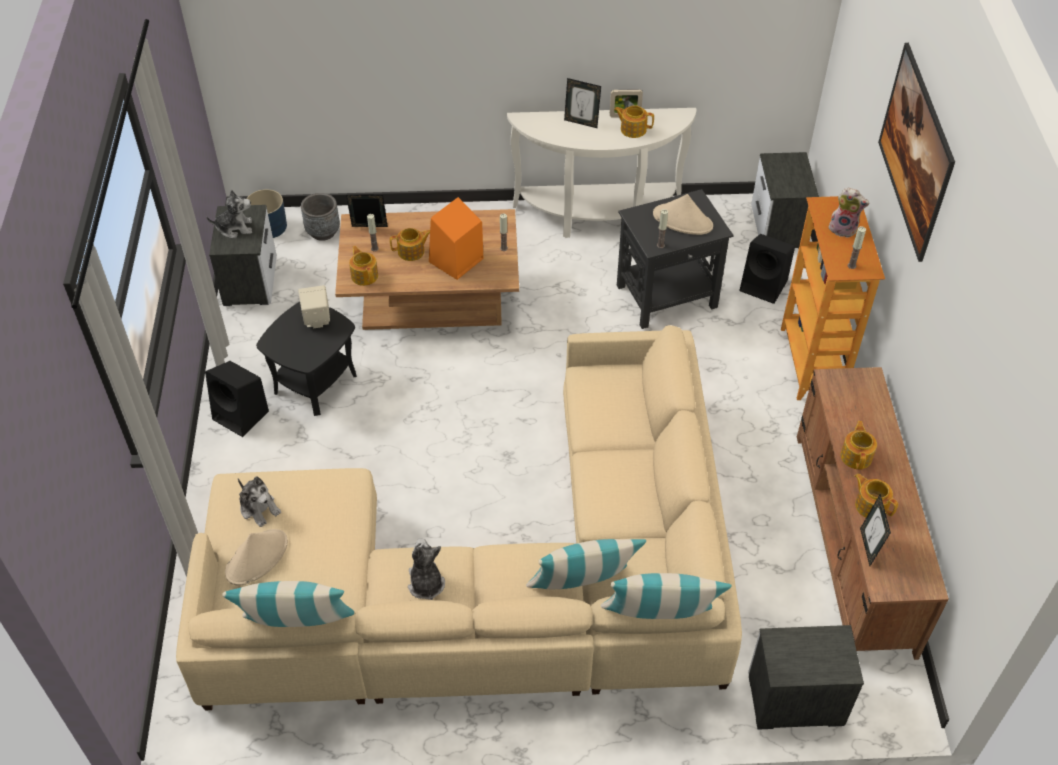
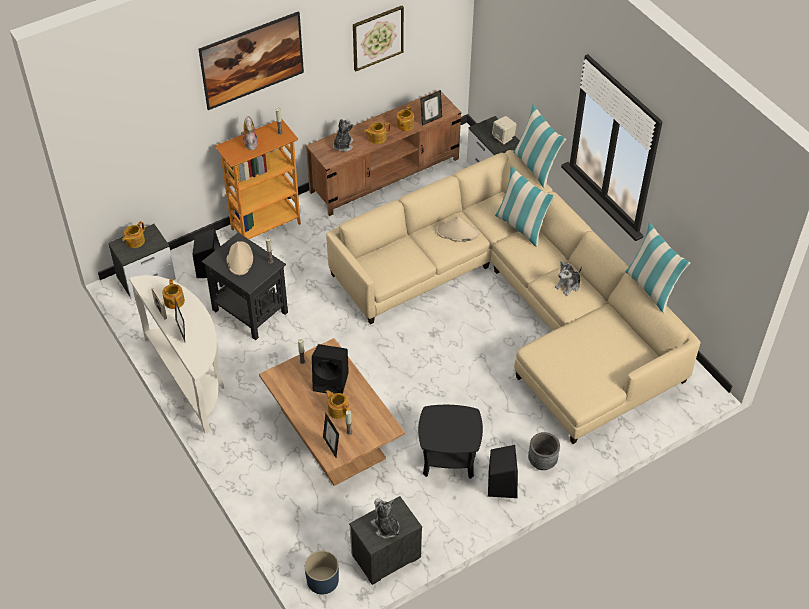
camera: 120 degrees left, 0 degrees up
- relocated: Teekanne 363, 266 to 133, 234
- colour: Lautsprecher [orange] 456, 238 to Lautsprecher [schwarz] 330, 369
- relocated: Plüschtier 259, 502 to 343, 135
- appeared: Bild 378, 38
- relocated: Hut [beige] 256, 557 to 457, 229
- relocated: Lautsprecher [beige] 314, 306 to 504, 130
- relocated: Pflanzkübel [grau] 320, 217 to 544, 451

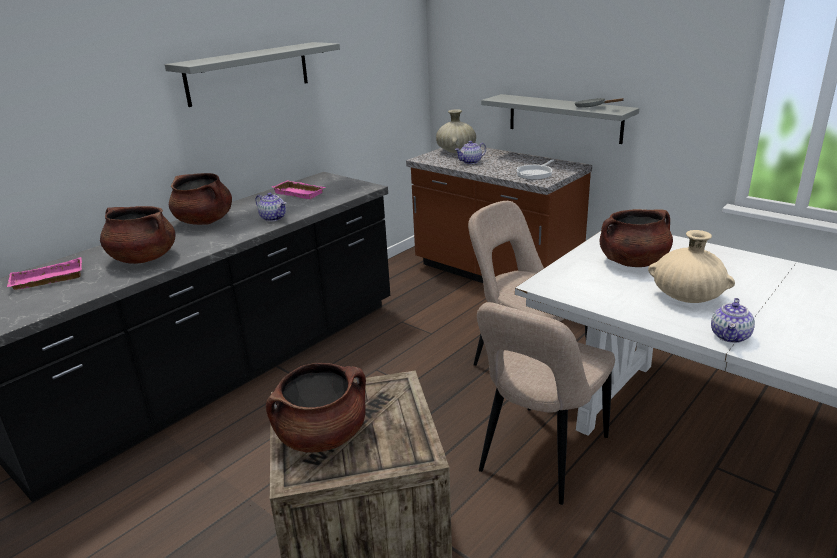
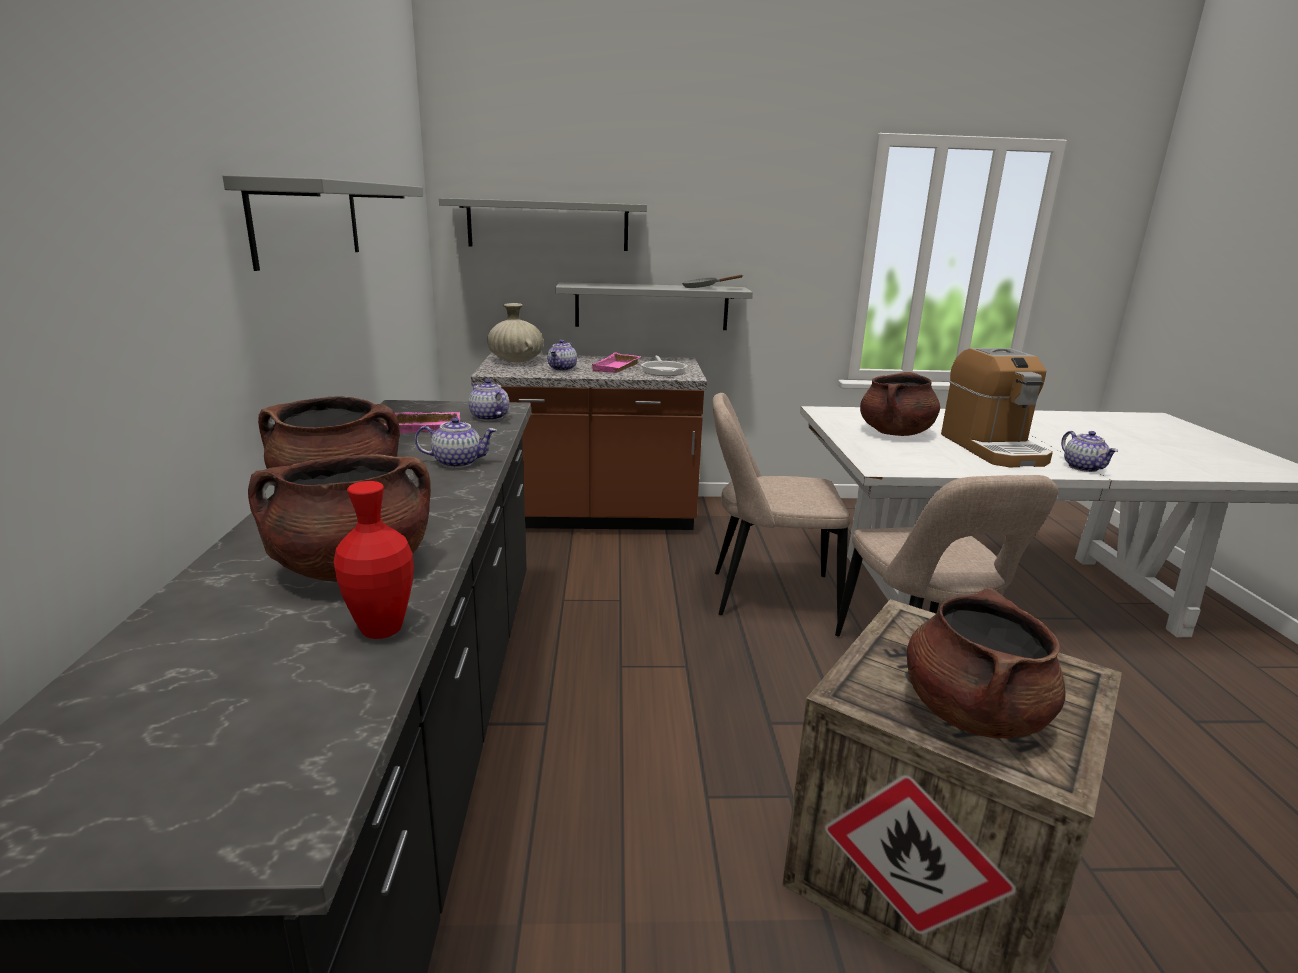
camera: 45 degrees left, 5 degrees down
- appeared: Vase [rot] 374, 560
- appeared: Wandregal [grau] 543, 224
- appeared: Teekanne 489, 400
- relocated: Tablett [rosa] 44, 273 to 616, 362
- exchanged: Vase [beige] 691, 266 to Kaffeemaschine 997, 407

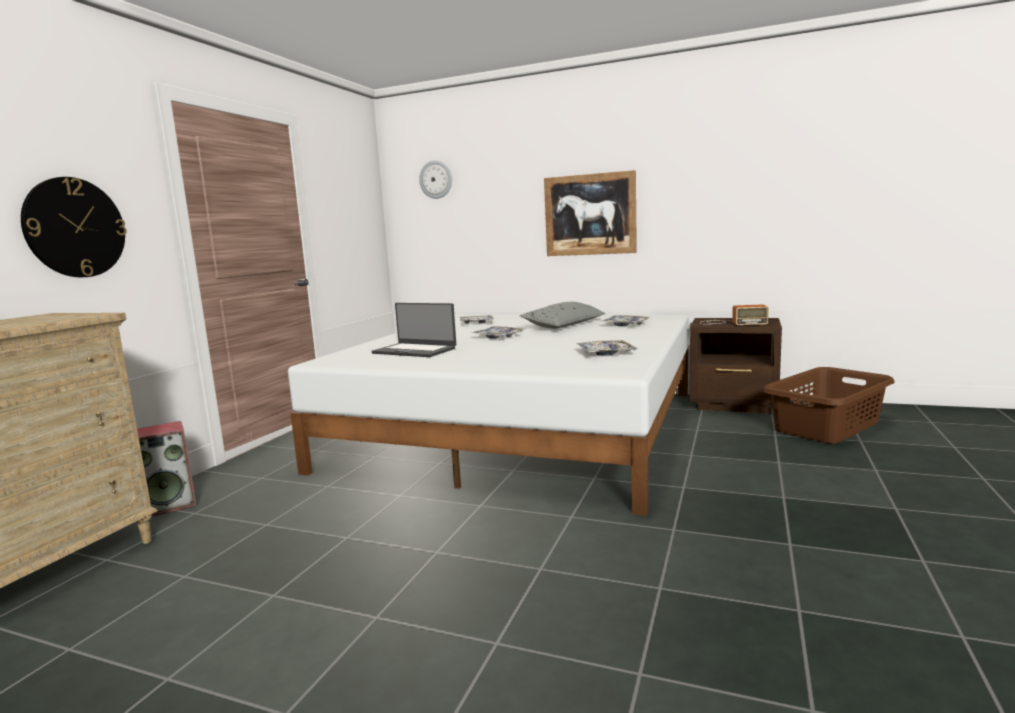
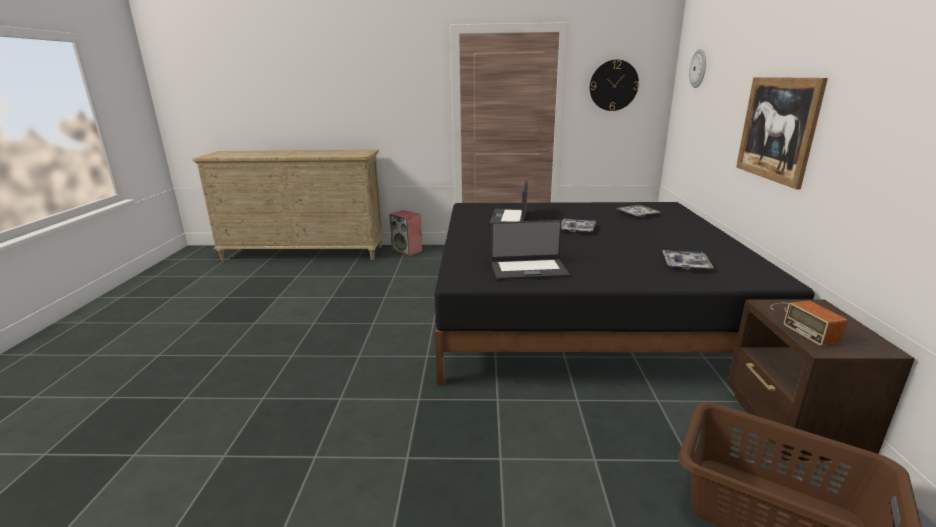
camera: 70 degrees right, 10 degrees up
- colour: Bett [weiß] 488, 415 to Bett [schwarz] 625, 294
- exchanged: Tablett 607, 348 to Laptop 530, 250
- relocated: Wanduhr 74, 227 to 614, 85
- missing: Kissen [grau] 562, 315

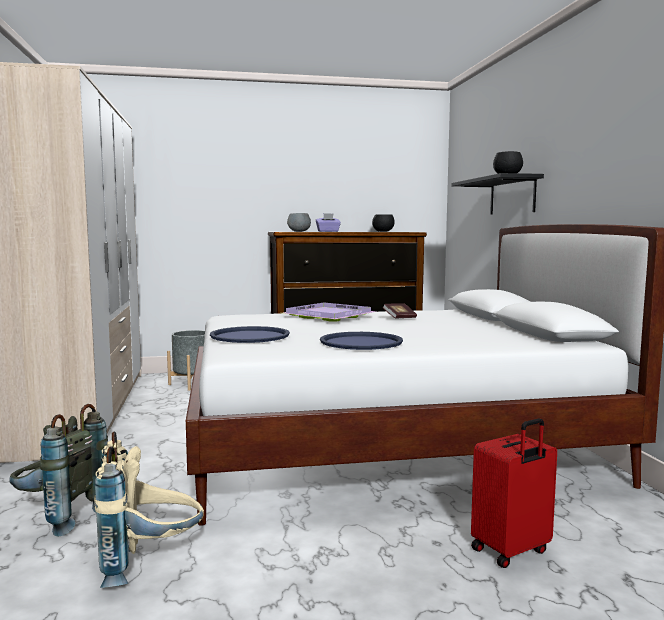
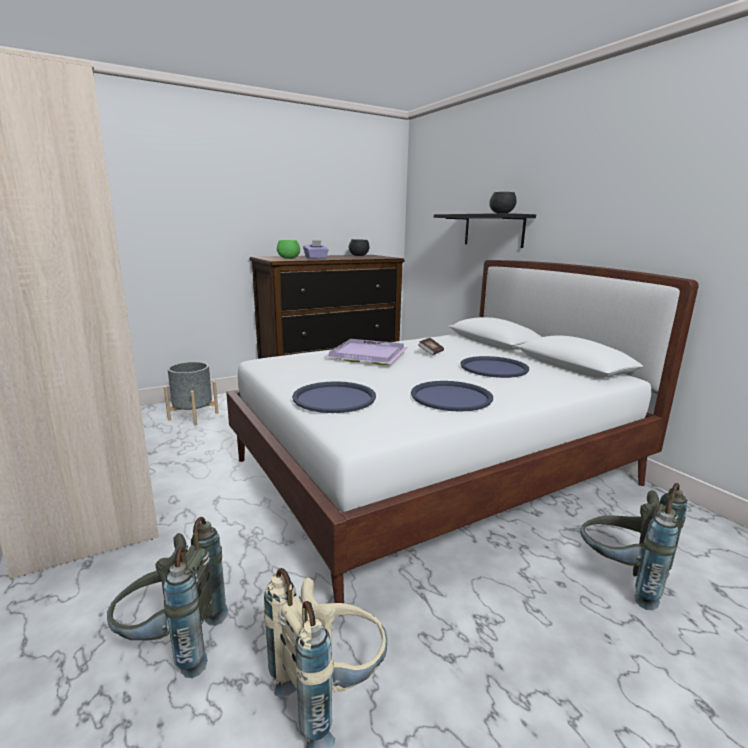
camera: 20 degrees left, 10 degrees up
- colour: Schüssel [grau] 299, 222 to Schüssel [grün] 288, 249
- appeared: Tablett [blau] 494, 367
- exchanged: Koffer [rot] 514, 493 to Rucksack [grau] 633, 546

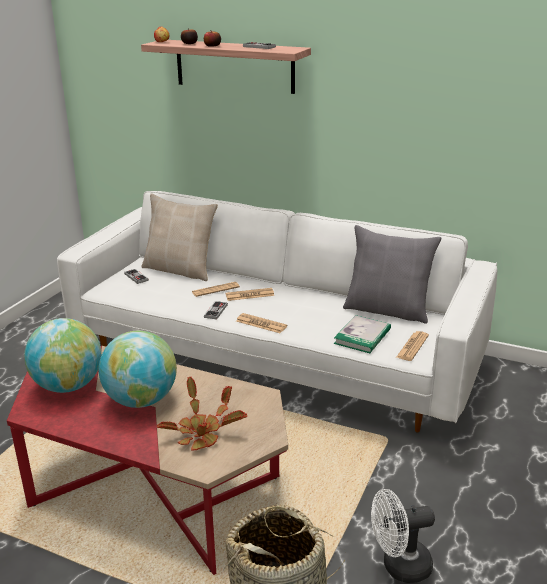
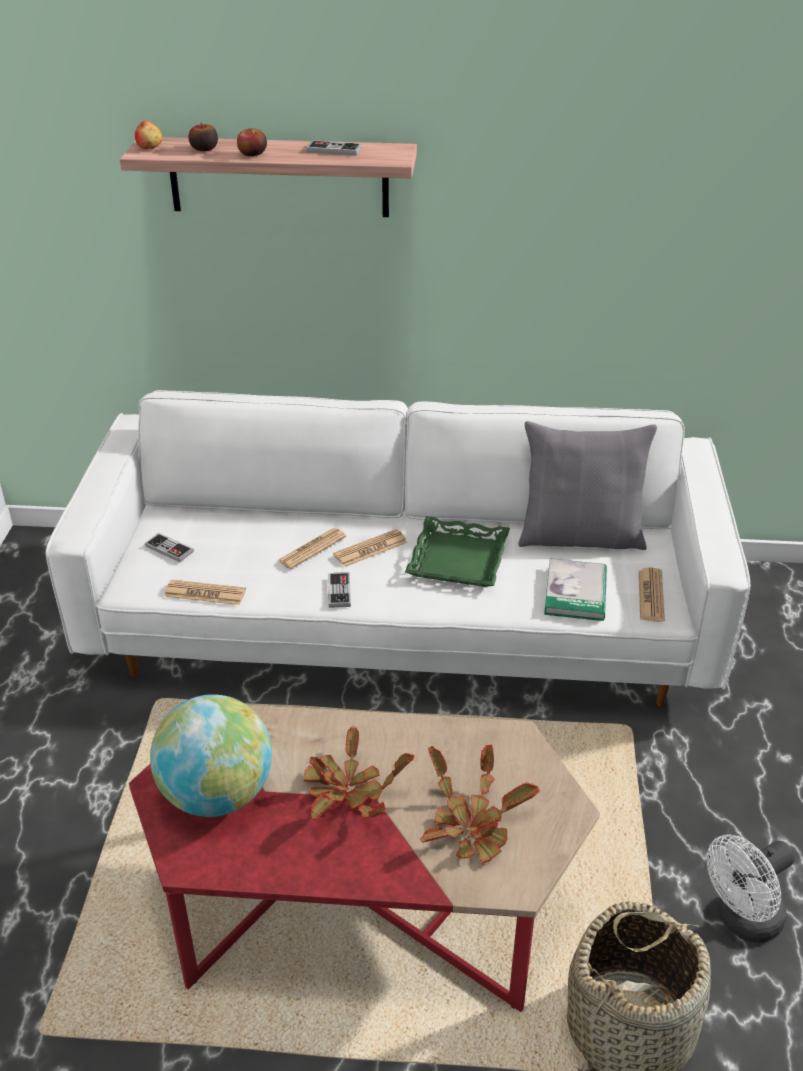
camera: 20 degrees left, 10 degrees up
- relocated: Zeitung 261, 323 to 205, 592
- exchanged: Globus 138, 369 to Topfpflanze 359, 773
- appeared: Tablett [grün] 457, 551
- missing: Kissen [beige] 180, 237

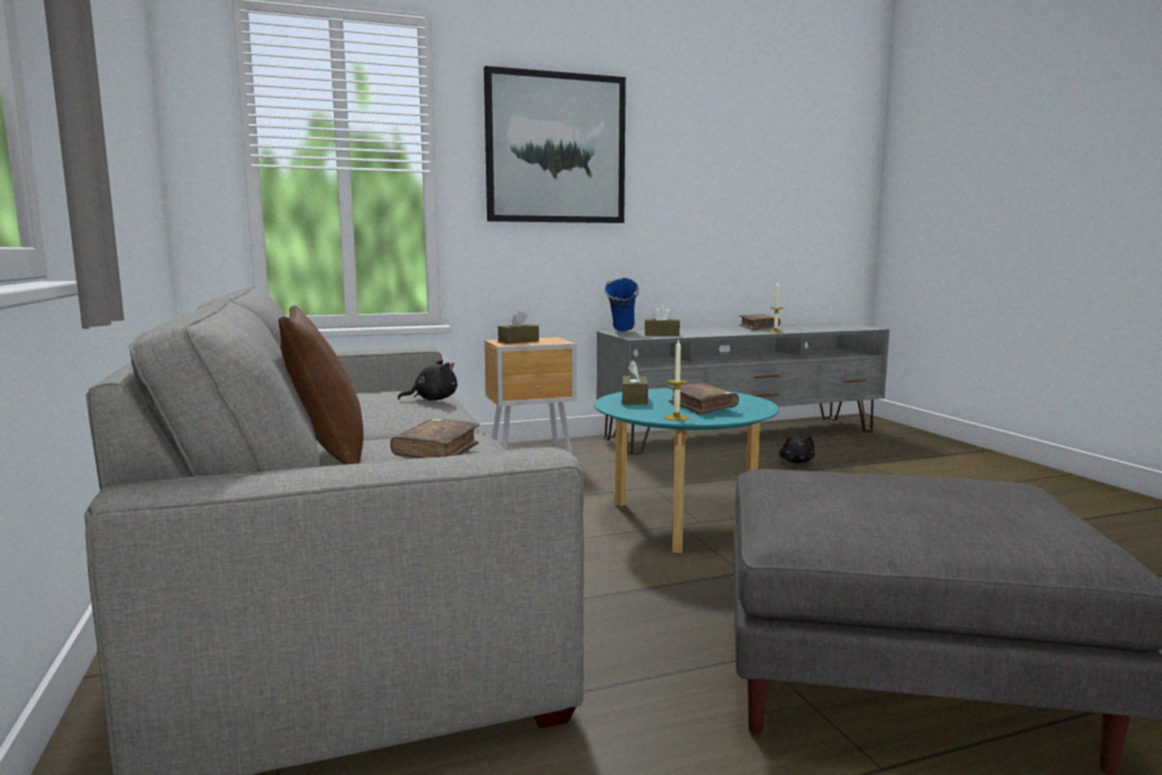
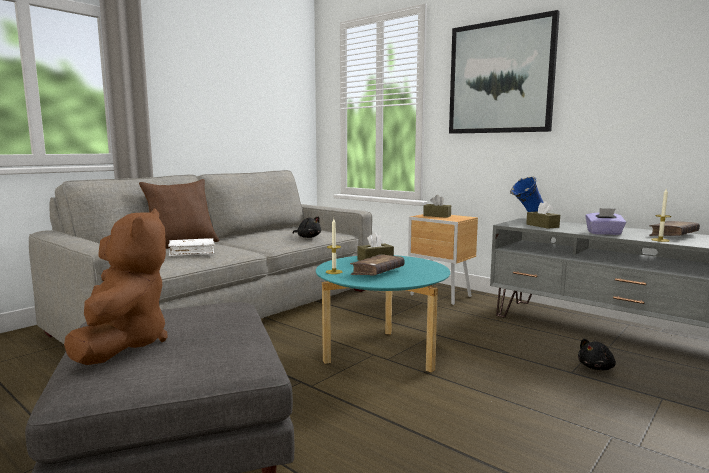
camera: 60 degrees right, 0 degrees up
- appeared: Plüschtier [braun] 115, 286
- colour: Buch [braun] 434, 438 to Buch [weiß] 191, 247
- appeared: Taschentuchbox [lila] 605, 221

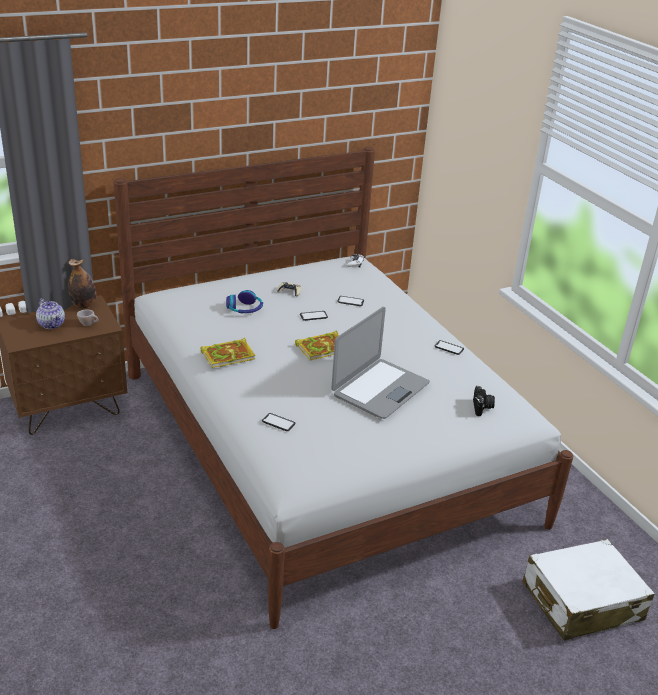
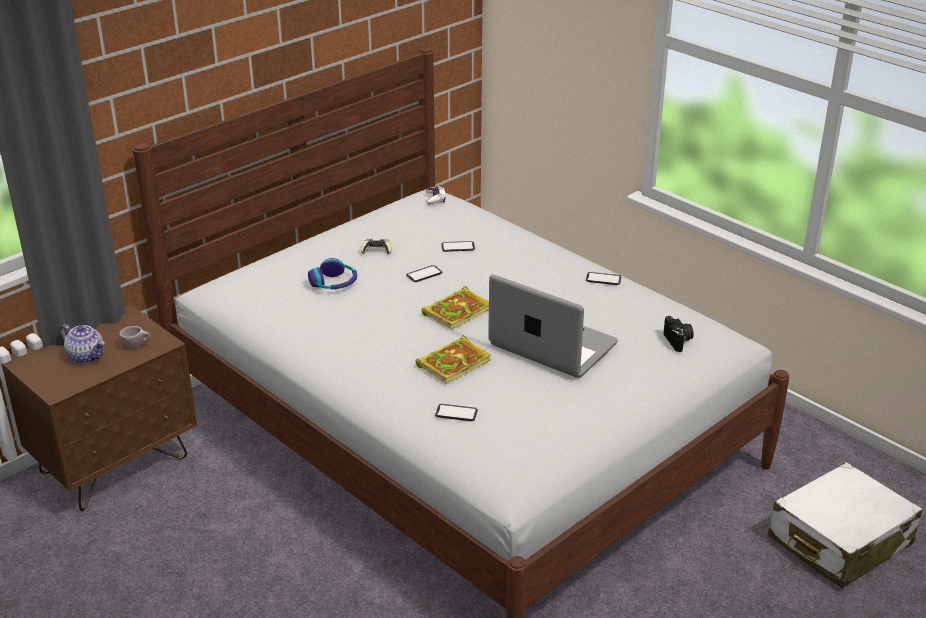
camera: 15 degrees left, 0 degrees up
- relocated: Buch 227, 353 to 453, 359
- spun: Laptop 380, 363 = 553, 326 75 degrees counterclockwise
- missing: Flasche 82, 283

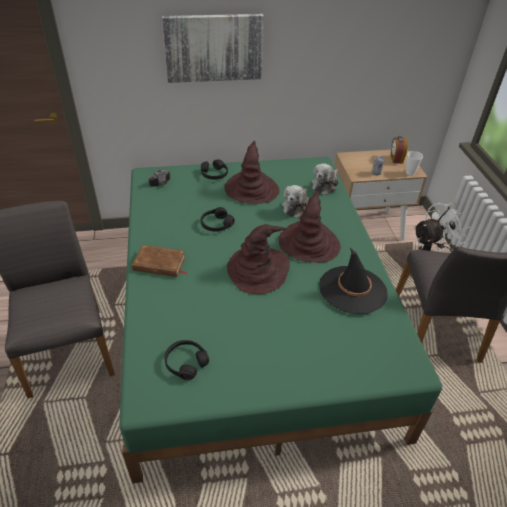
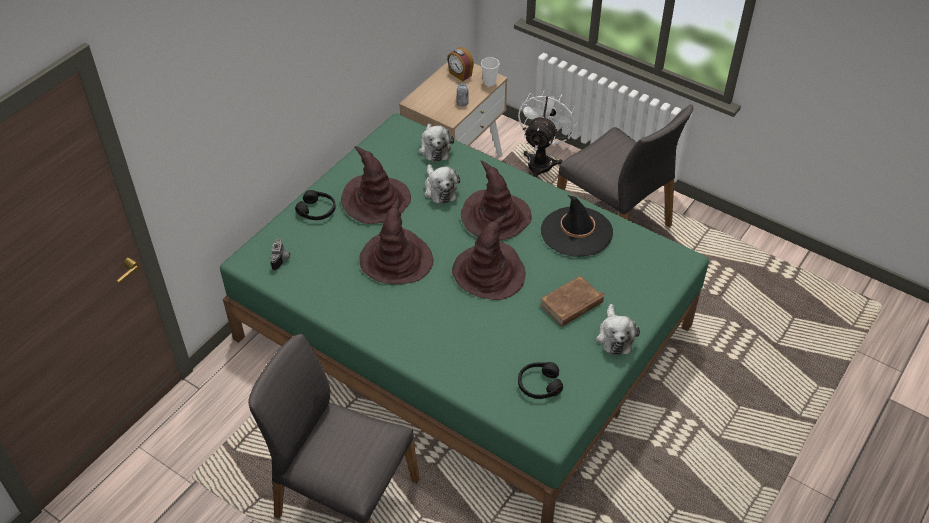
camera: 45 degrees left, 5 degrees up
- exchanged: Kopfhörer [schwarz] 217, 219 to Hut [braun] 396, 241
- relocated: Buch [braun] 159, 261 to 572, 301
- appeared: Plüschtier 618, 329
- missing: Bild 213, 48

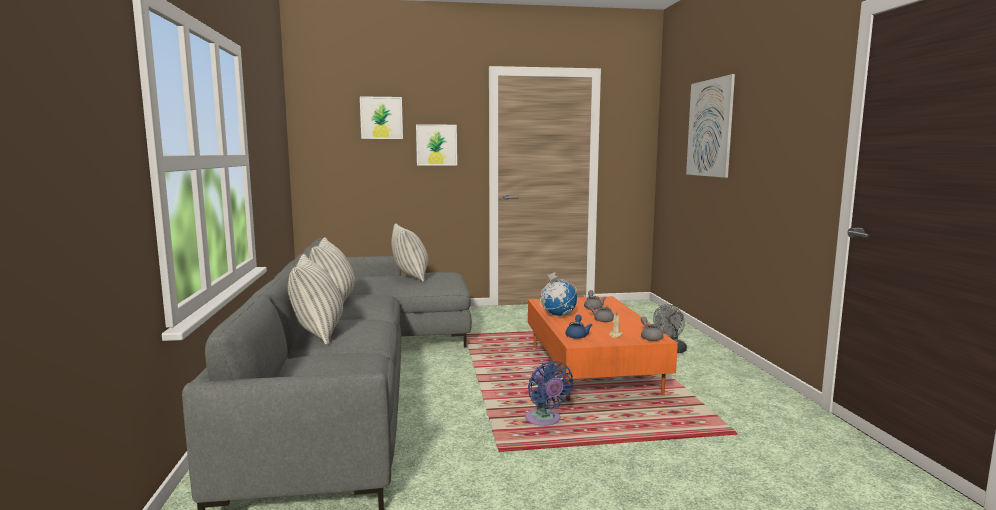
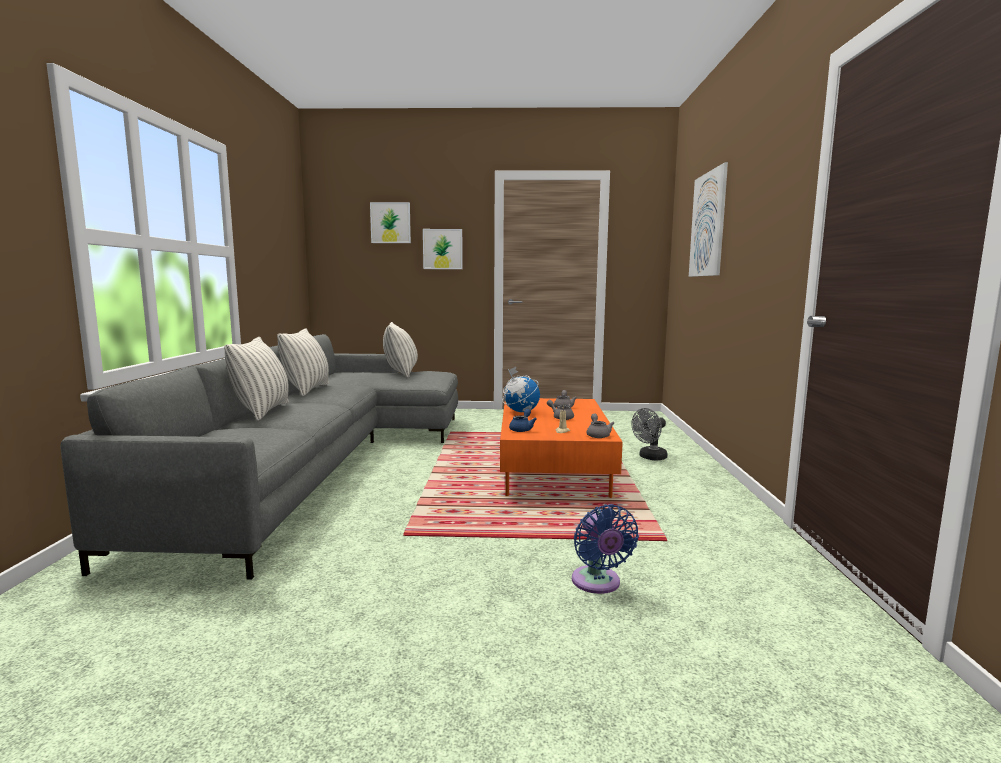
camera: 10 degrees right, 0 degrees up
- relocated: Ventilator [blau] 549, 393 to 605, 549

